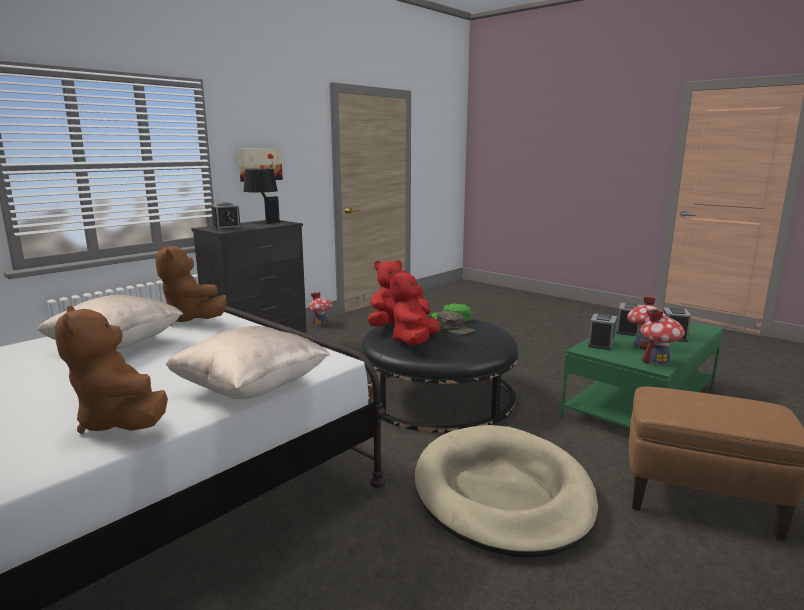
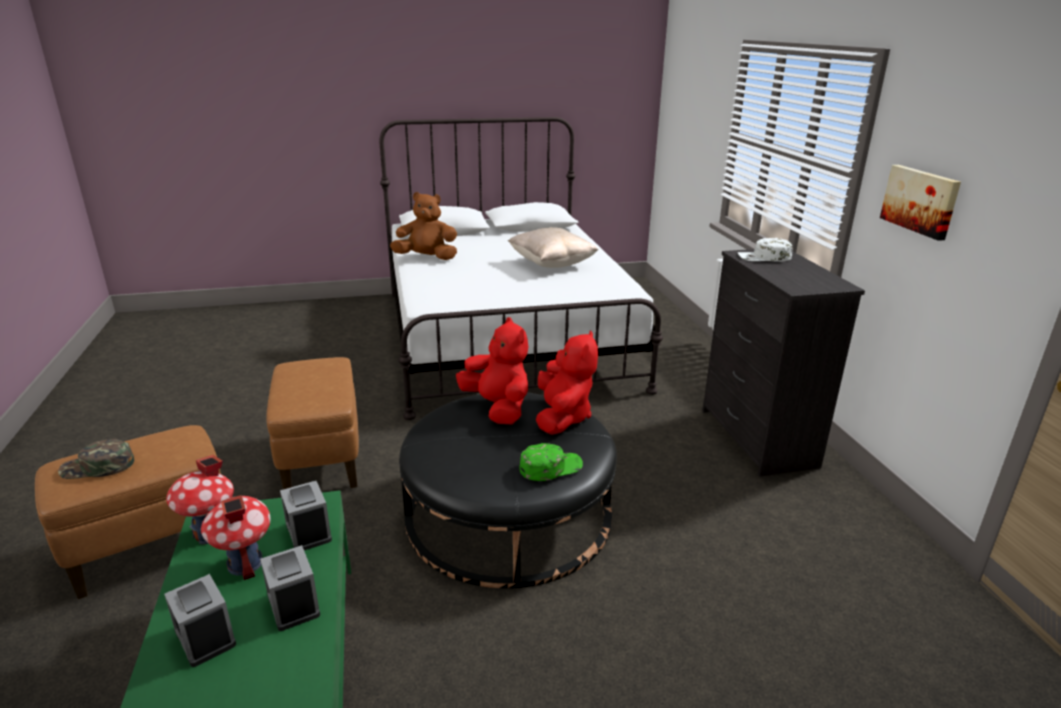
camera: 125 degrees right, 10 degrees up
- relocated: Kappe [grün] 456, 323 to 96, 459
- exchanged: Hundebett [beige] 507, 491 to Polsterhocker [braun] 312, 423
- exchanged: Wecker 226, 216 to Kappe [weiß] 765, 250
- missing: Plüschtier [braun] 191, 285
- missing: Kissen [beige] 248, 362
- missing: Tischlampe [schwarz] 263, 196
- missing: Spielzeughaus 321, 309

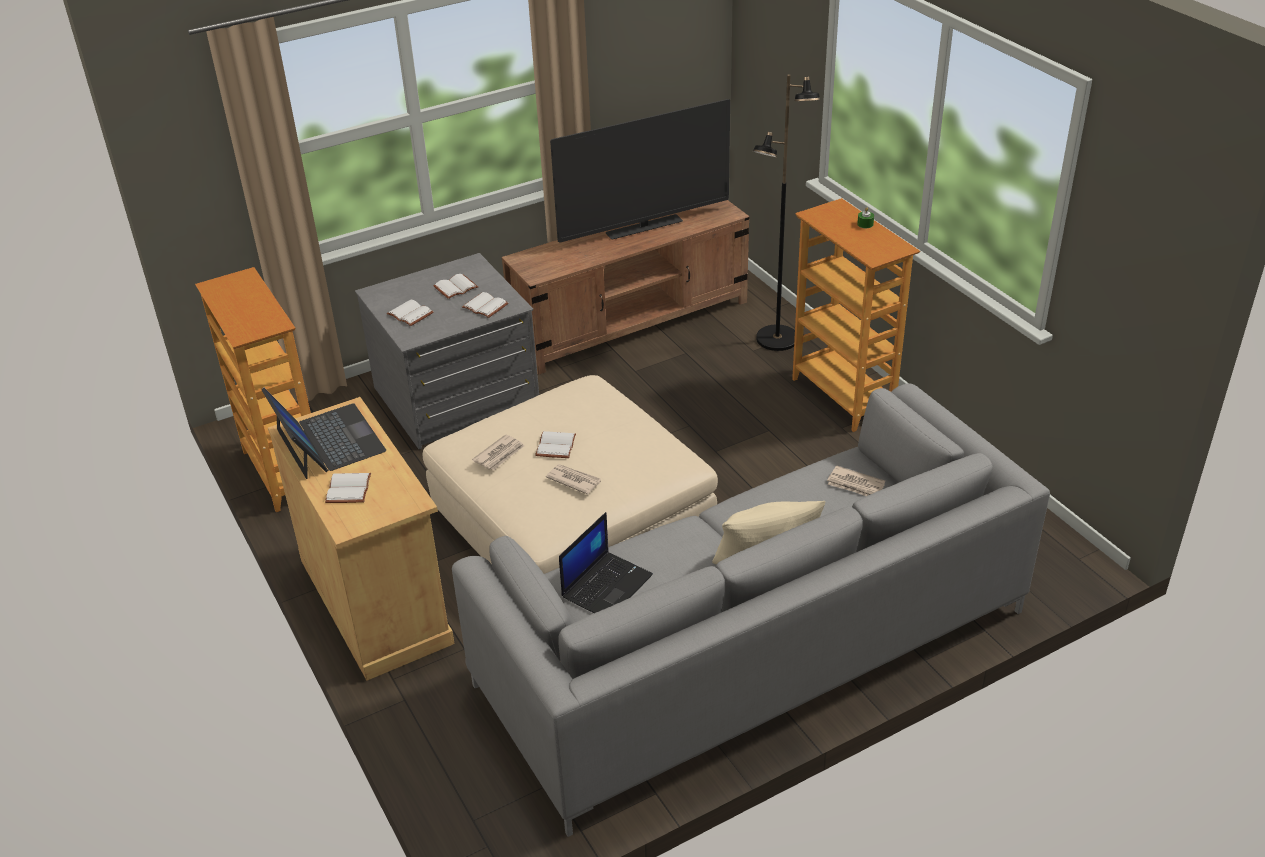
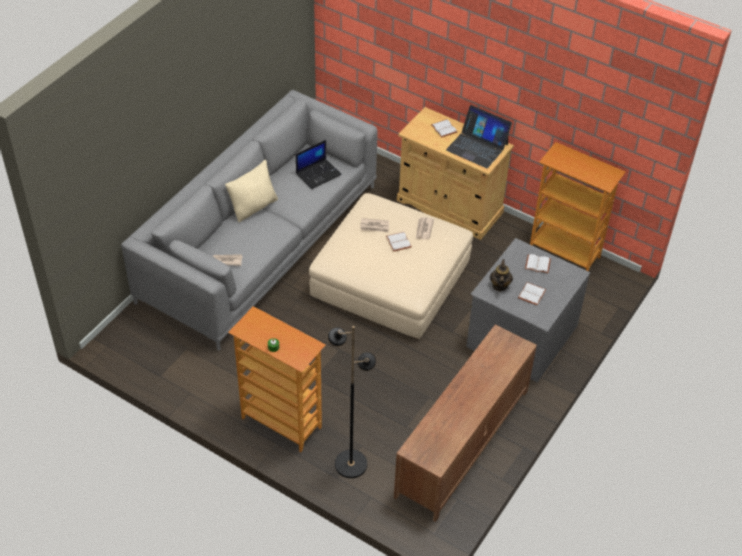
camera: 150 degrees right, 10 degrees up
- spun: Laptop 606, 562 = 319, 164 135 degrees counterclockwise
- exchanged: Buch [weiß] 485, 305 to Teekanne 501, 275
- missing: Fernseher 640, 171

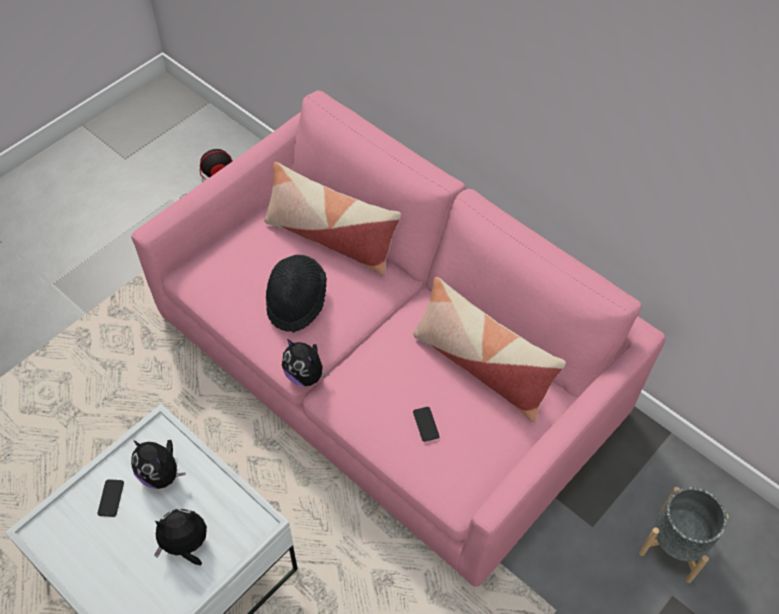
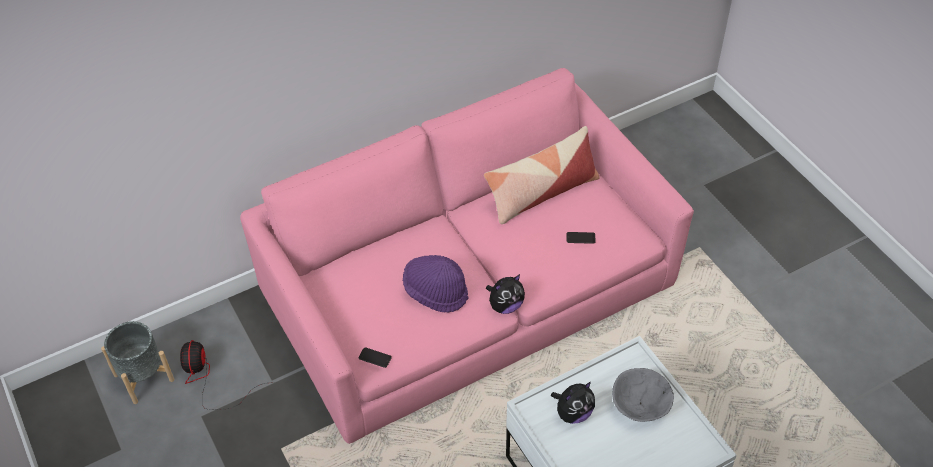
camera: 70 degrees left, 5 degrees down
- relocated: Pflanzkübel [grau] 684, 535 to 137, 362
- relocated: Handy 110, 498 to 375, 357
- colour: Hut [schwarz] 296, 294 to Hut [lila] 436, 284
- exchanged: Plüschtier 181, 537 to Schüssel [grau] 643, 395
- missing: Kissen 332, 219

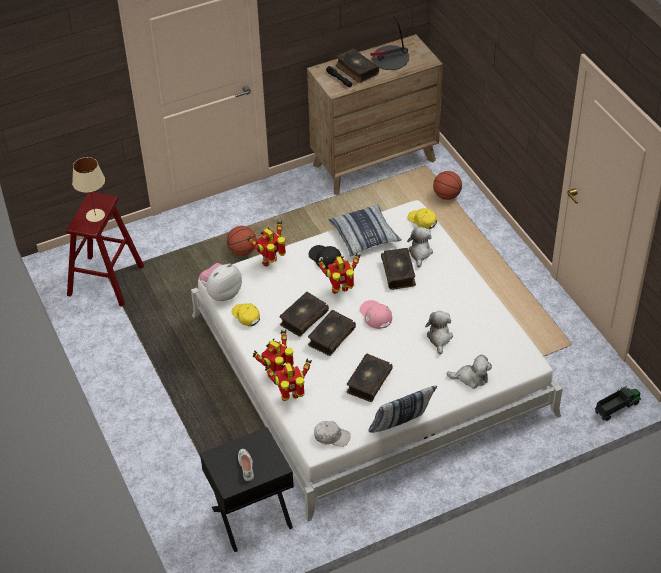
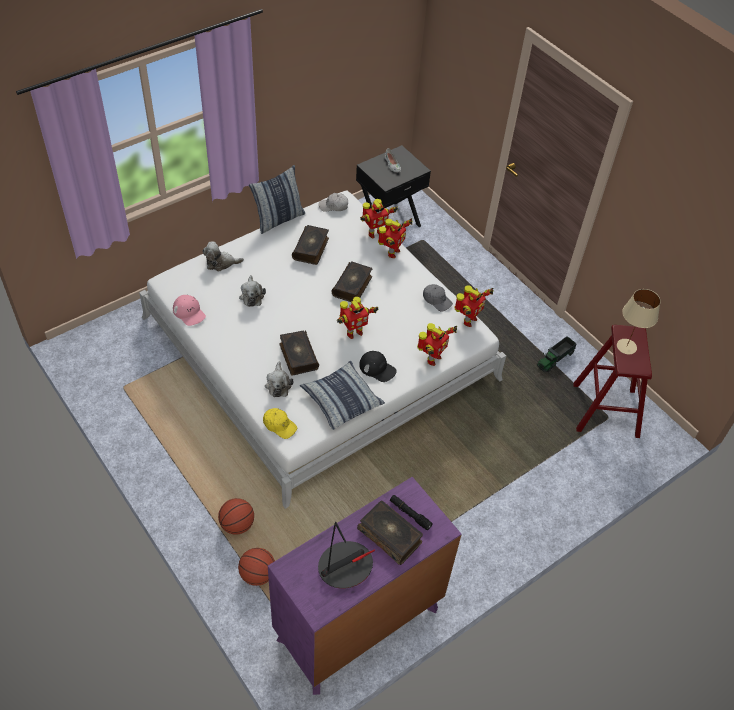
camera: 165 degrees right, 5 degrees up
- relocated: Kappe [rosa] 375, 314 to 189, 310
- relocated: Basketball 242, 241 to 236, 516
- colour: Kommode [braun] 375, 114 to Kommode [lila] 365, 586
- colour: Kappe [gelb] 246, 315 to Kappe [grau] 438, 297
- exchanged: Plüschtier 220, 282 to Spielzeugroboter 474, 306
- relocated: Spielzeuglaster 618, 404 to 556, 354
- missing: Buch 304, 314

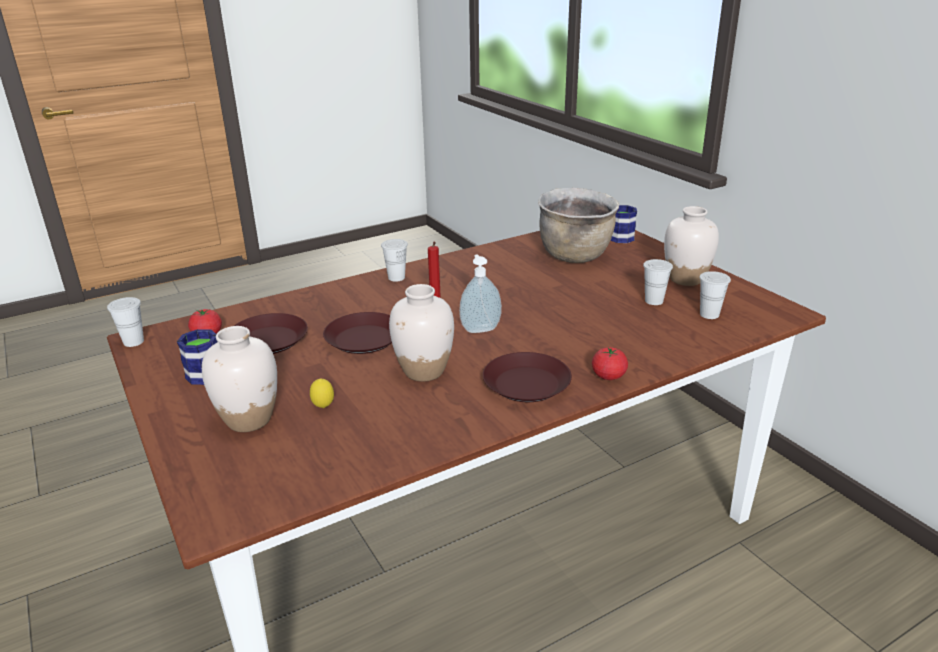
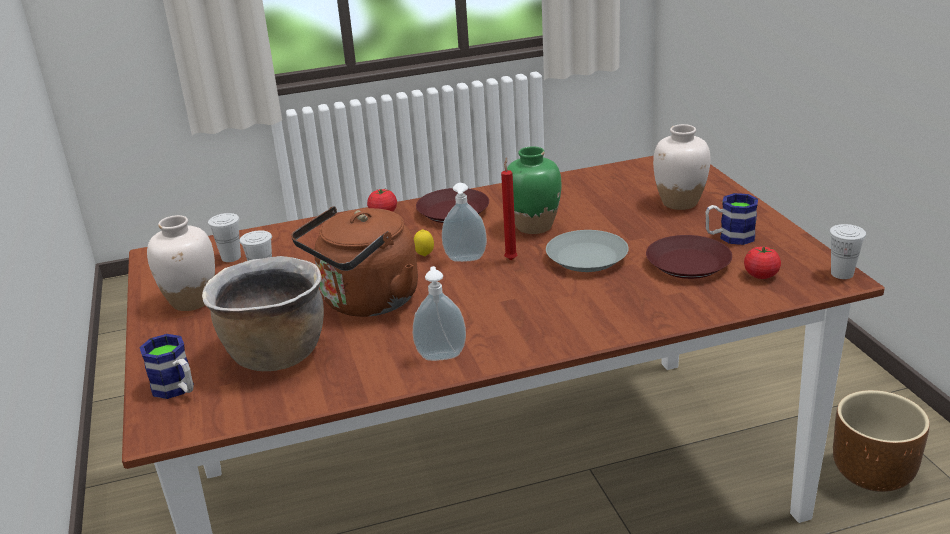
camera: 165 degrees left, 0 degrees up
- appeared: Wasserkessel [braun] 354, 261
- appeared: Seifenspender 439, 313
- relocated: Zitrone 322, 393 to 424, 243
- colour: Vase [weiß] 421, 333 to Vase [grün] 534, 190
- colour: Teller [braun] 357, 333 to Teller [grau] 587, 251
- appeared: Pflanzkübel [braun] 881, 441
- missing: Tasse [weiß] 394, 260

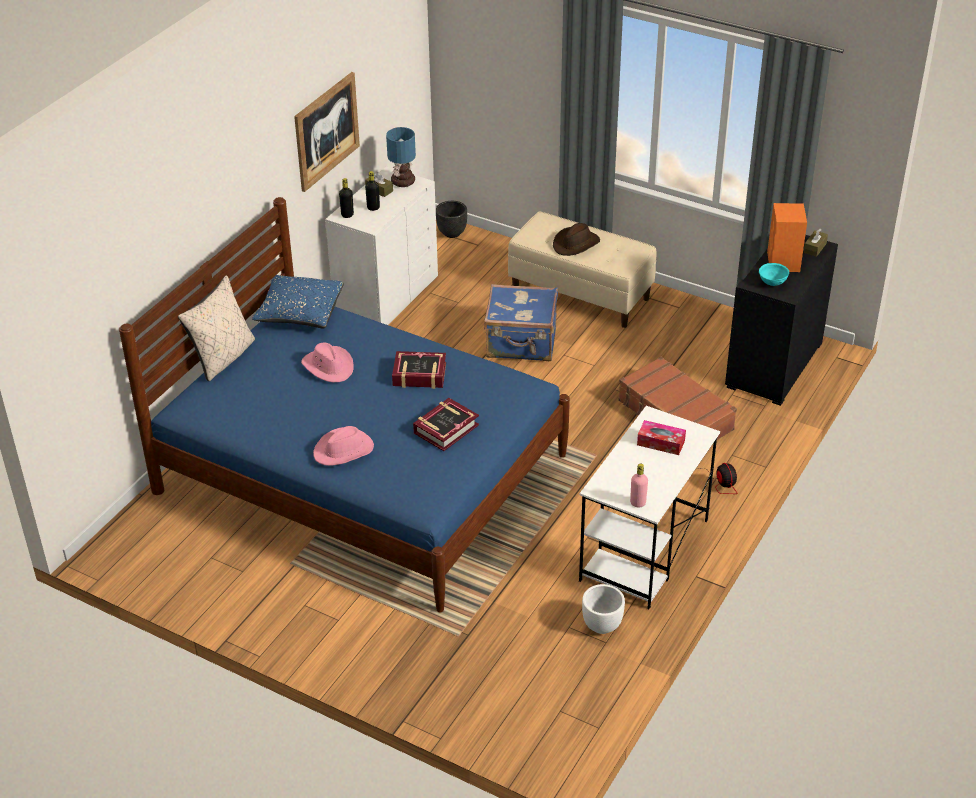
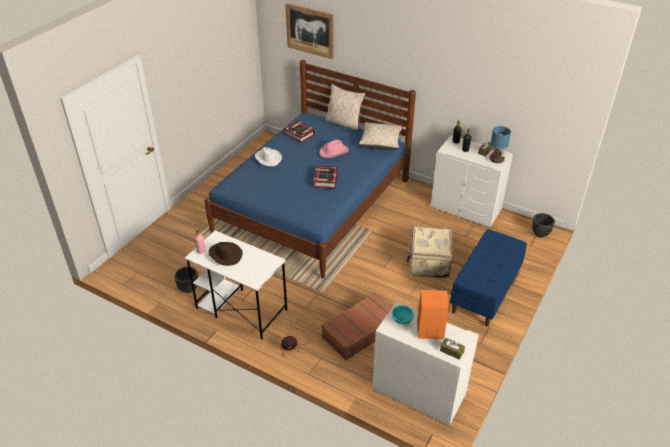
camera: 90 degrees right, 0 degrees up
- colour: Pflanzkübel [weiß] 603, 609 to Pflanzkübel [schwarz] 186, 280
- relocated: Hut [braun] 576, 239 to 226, 254
- colour: Hut [rosa] 343, 446 to Hut [weiß] 268, 156
- relocated: Buch 446, 424 to 299, 132
- relocated: Bild 327, 132 to 309, 31
- colour: Kissen [blau] 298, 301 to Kissen [beige] 381, 136
- colour: Kommode [schwarz] 781, 320 to Kommode [weiß] 425, 364
- colour: Koffer [blau] 521, 322 to Koffer [beige] 429, 252
- colour: Bank [beige] 582, 269 to Bank [blau] 488, 278
- missing: Taschentuchbox 661, 437

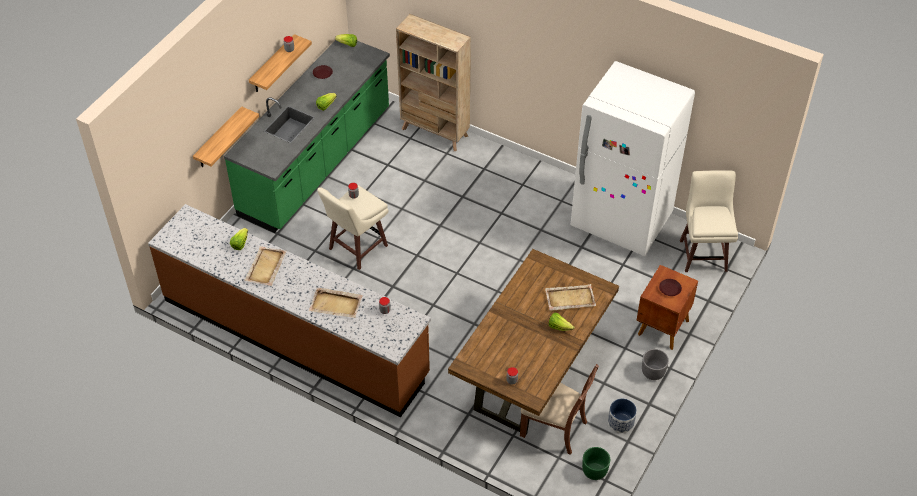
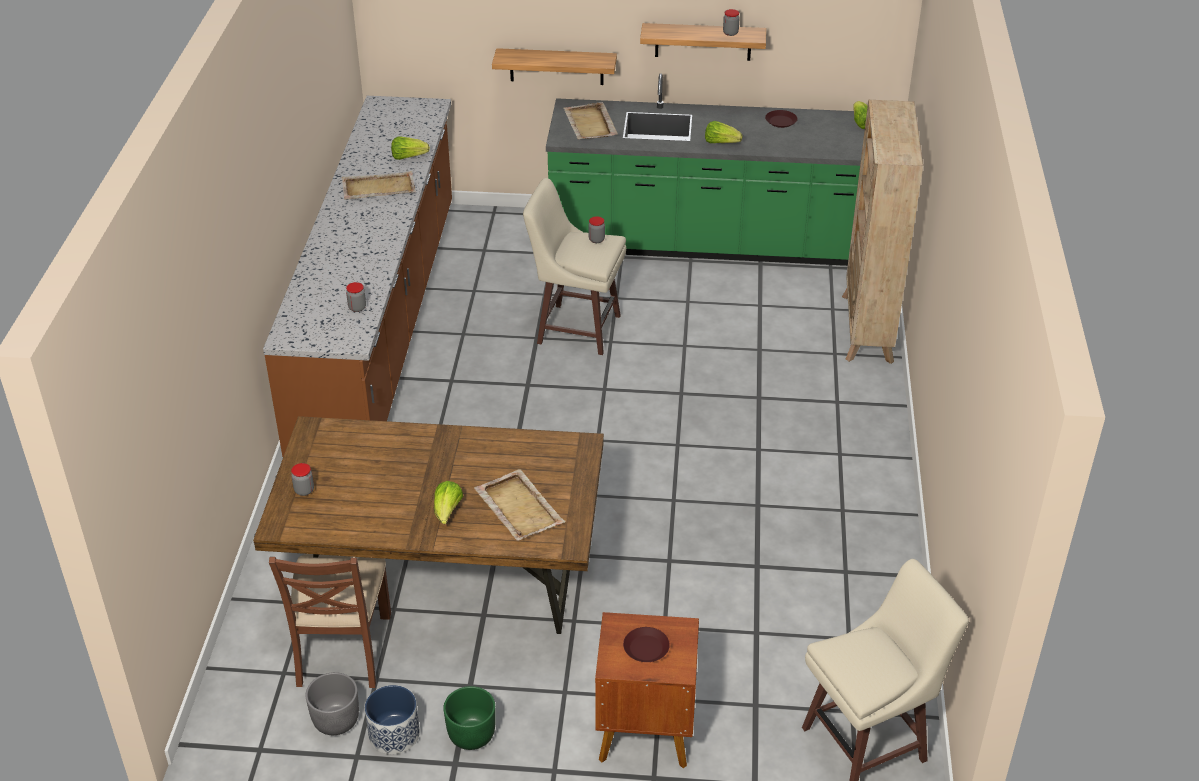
camera: 65 degrees right, 10 degrees down
- relocated: Pflanzkübel [grau] 655, 364 to 332, 703
- relocated: Pflanzkübel [grün] 596, 463 to 469, 718
- relocated: Tablett [beige] 336, 303 to 590, 120
- missing: Kühlschrank [weiß] 632, 158

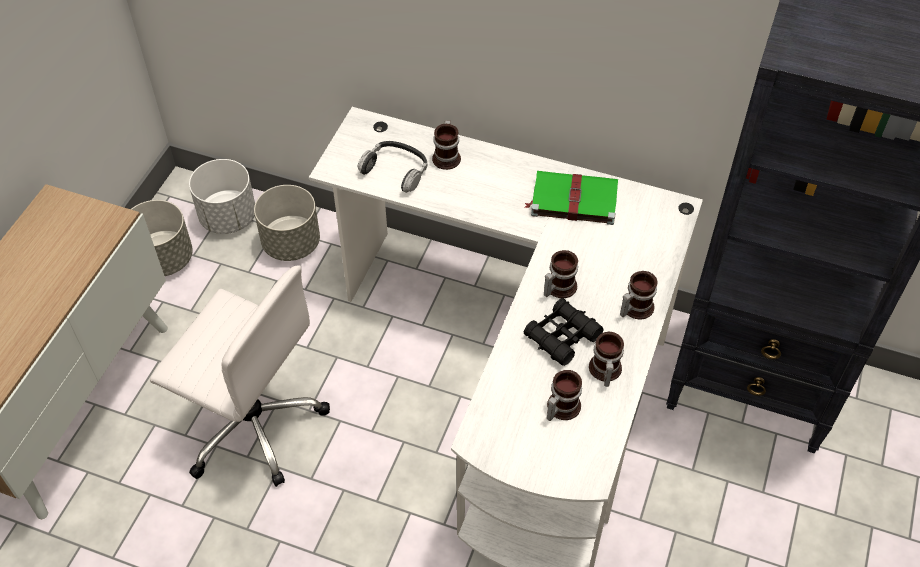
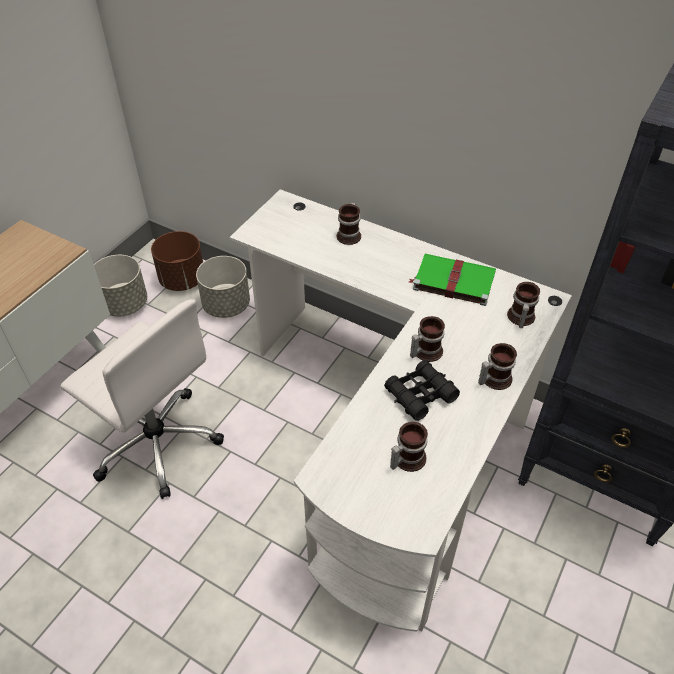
camera: 10 degrees right, 5 degrees down
- colour: Pflanzkübel [weiß] 222, 196 to Pflanzkübel [braun] 177, 261
- relocated: Henkelbecher 606, 359 to 523, 305
- missing: Kopfhörer 392, 167

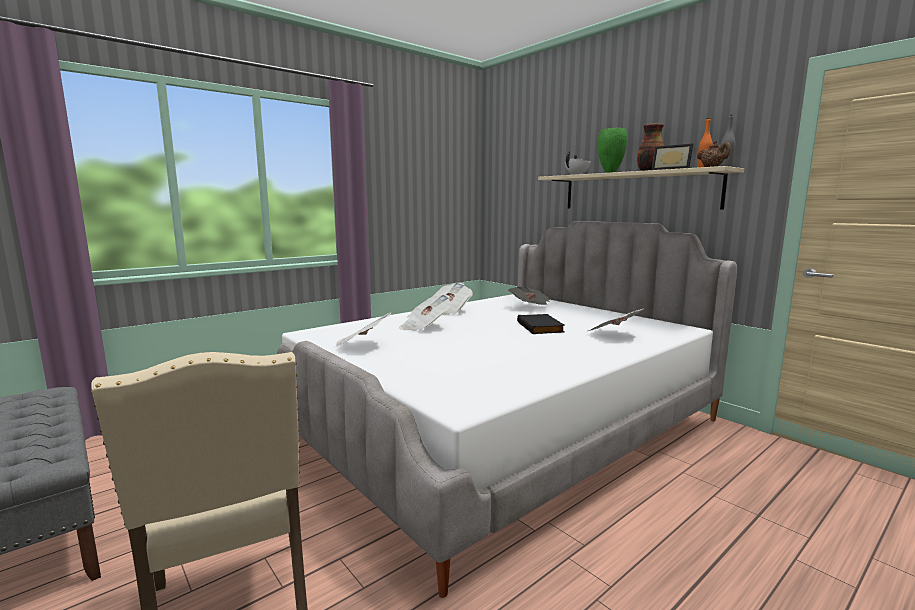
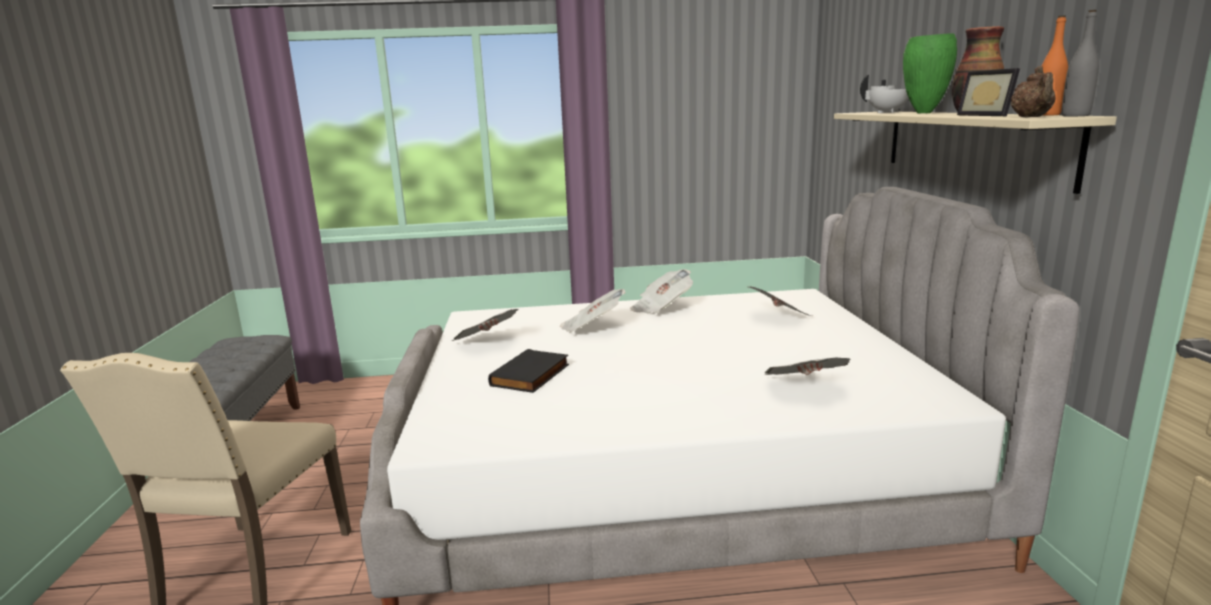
camera: 35 degrees right, 5 degrees up
- relocated: Buch [schwarz] 541, 324 to 528, 371

